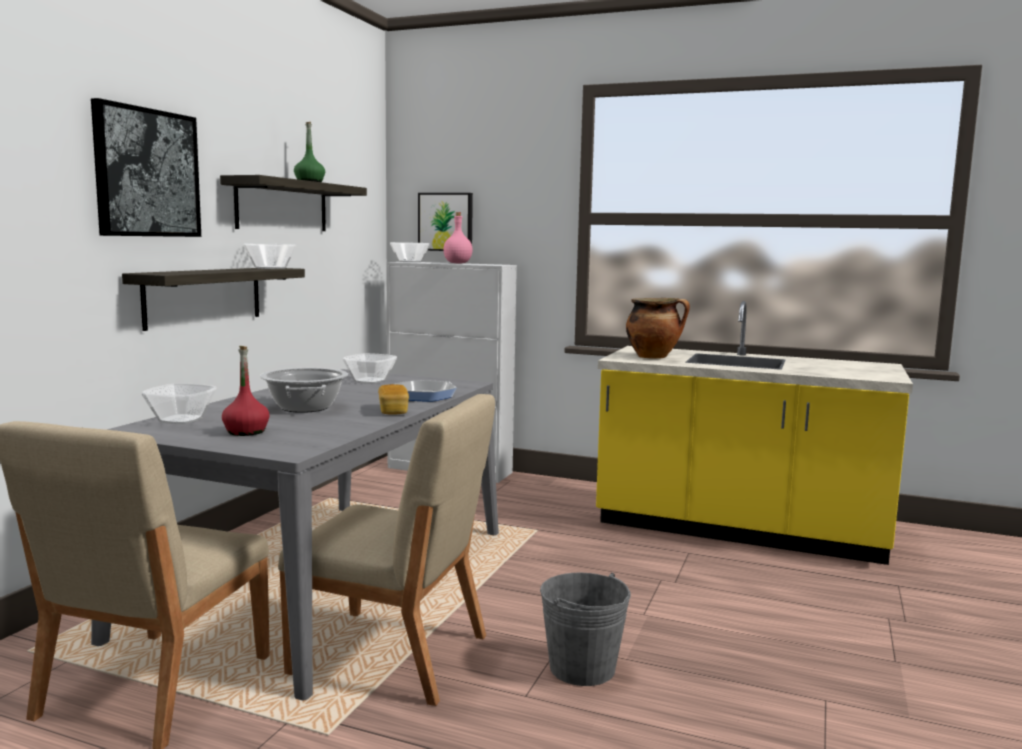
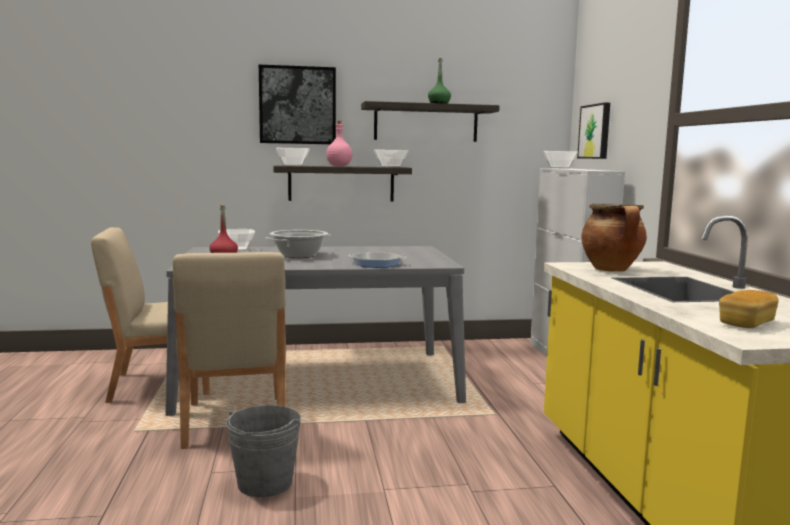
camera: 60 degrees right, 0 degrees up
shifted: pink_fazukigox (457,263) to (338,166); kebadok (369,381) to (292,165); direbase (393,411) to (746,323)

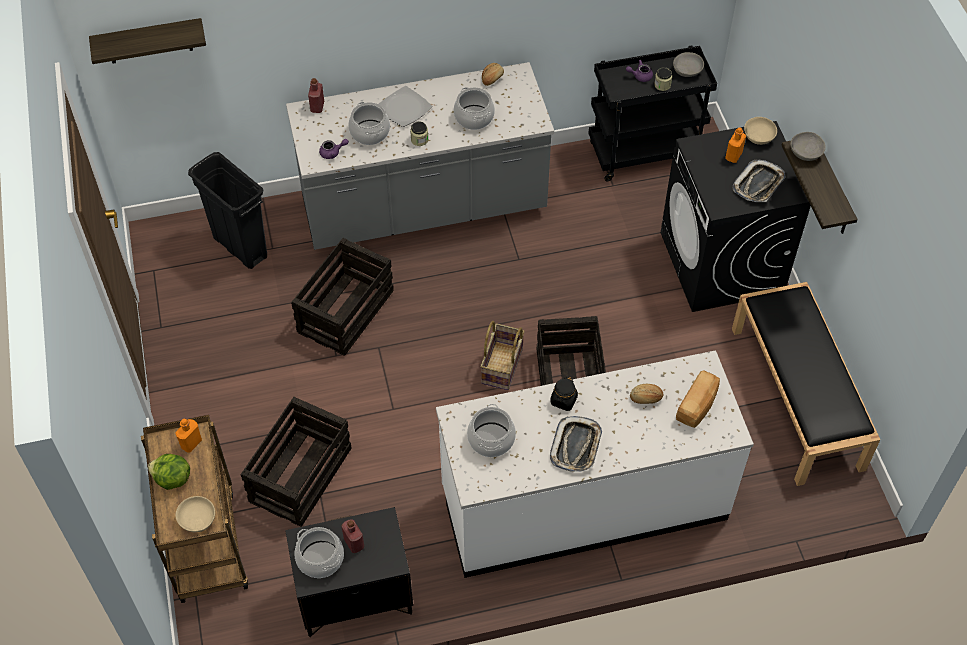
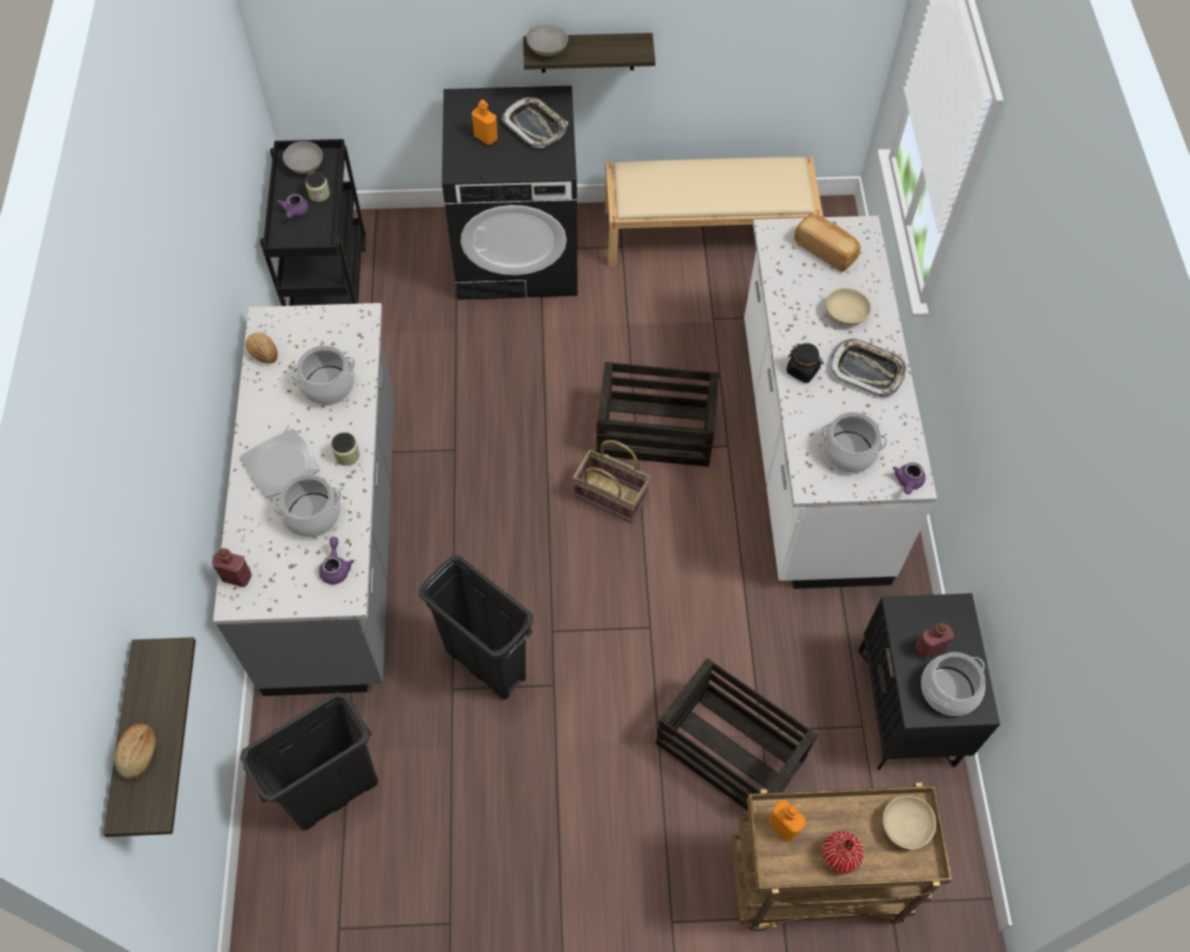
camera: 80 degrees left, 5 degrees up
new: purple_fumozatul (908,482)
shifted: beige_kebadok (759,137) to (845,314); direbase (646,398) to (139,754)
swapped: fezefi (345,312) to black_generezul (486,664); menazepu (172,479) to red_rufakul (839,857)
repainted: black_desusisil (797,398) to beige_desusisil (708,233)

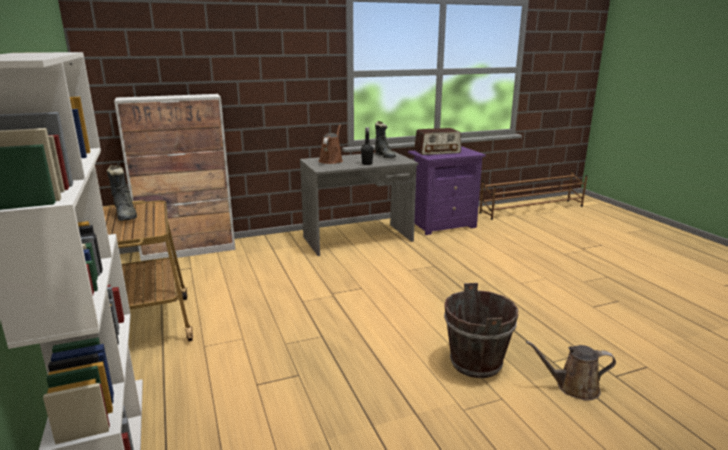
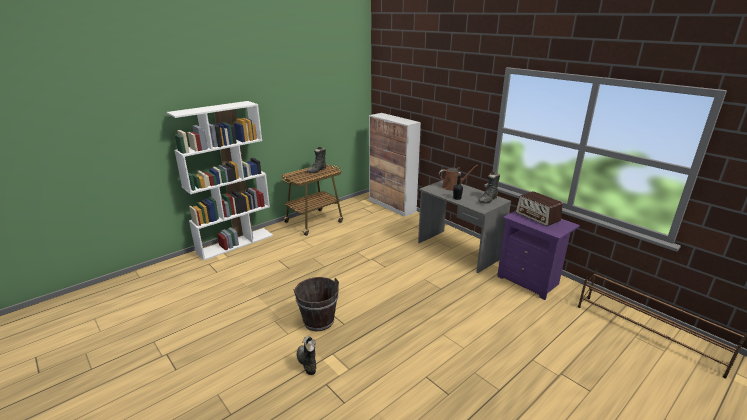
camera: 70 degrees right, 5 degrees up
swapped: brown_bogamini (573,387) to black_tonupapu (306,363)

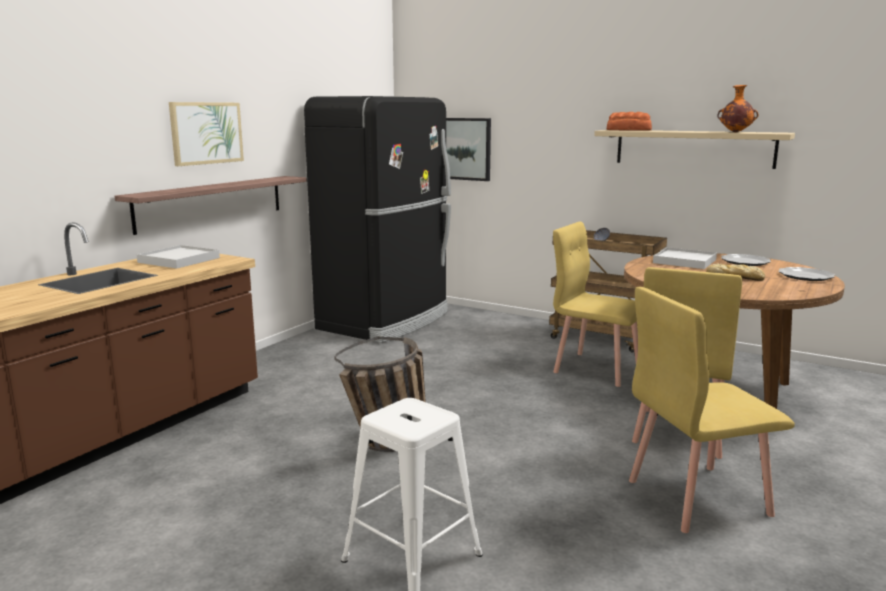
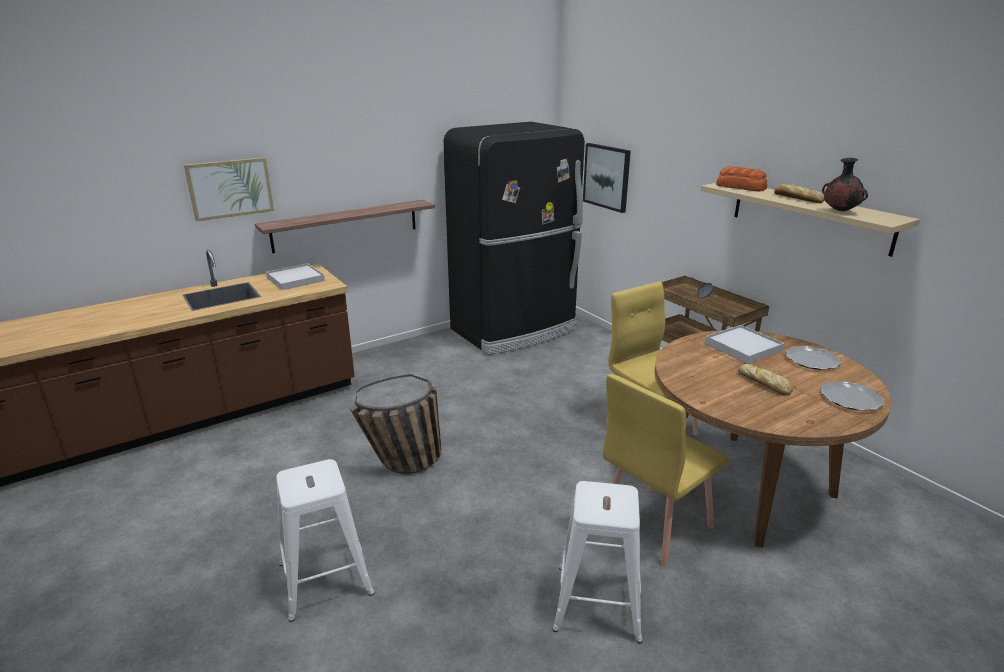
camera: 25 degrees right, 10 degrees up
new: direbase (796,198)
shifted: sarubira (206,133) to (230,188)
swapped: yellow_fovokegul (696,497) to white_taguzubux (596,601)
repainted: orange_rufakul (735,132) to black_rufakul (839,211)

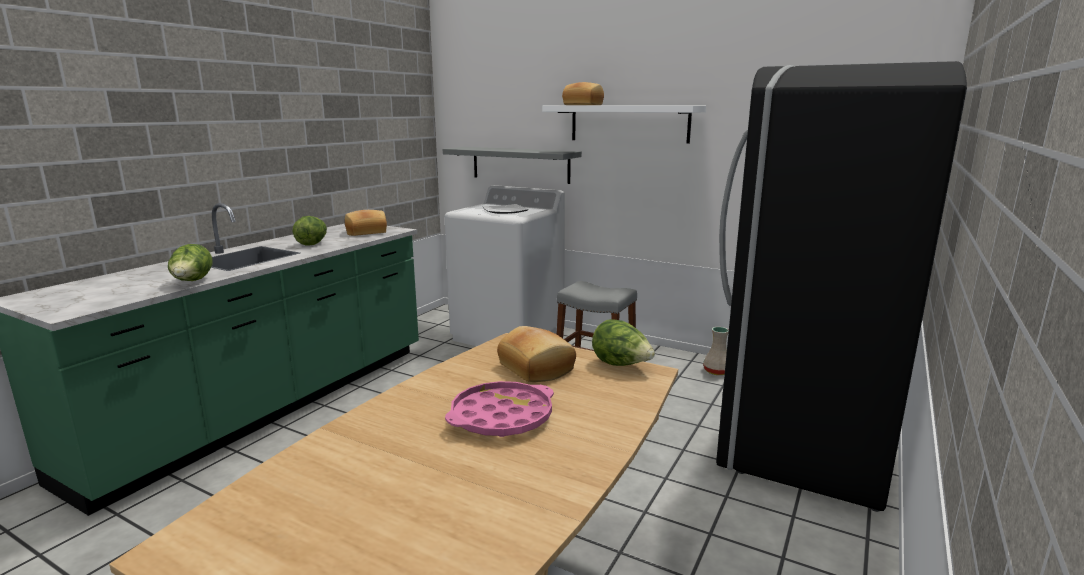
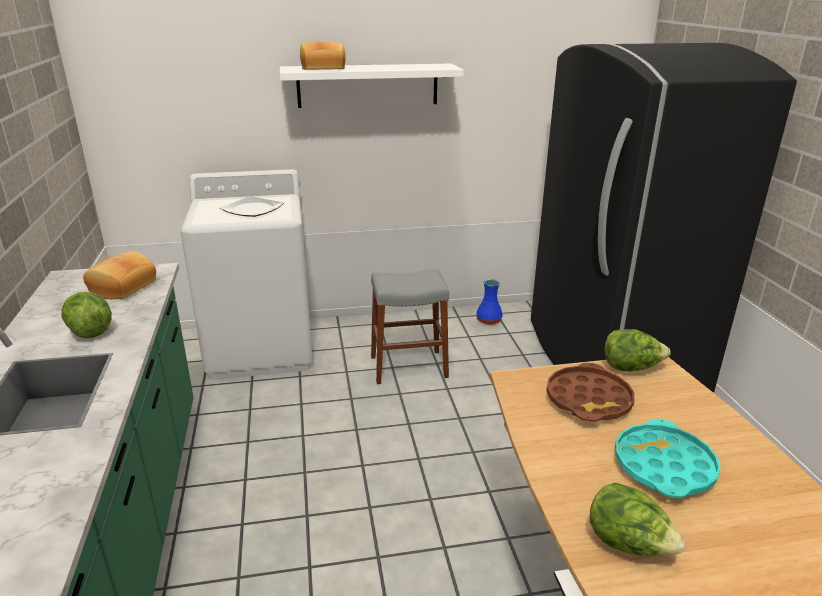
camera: 40 degrees left, 10 degrees up
gone: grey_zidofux (520,164)
shifted: menazepu (192,282) to (628,544)
swapped: direbase (538,368) to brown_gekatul (588,400)
repainted: beige_rufakul (716,371) to blue_rufakul (488,320); pink_gekatul (501,417) to turquoise_gekatul (663,466)

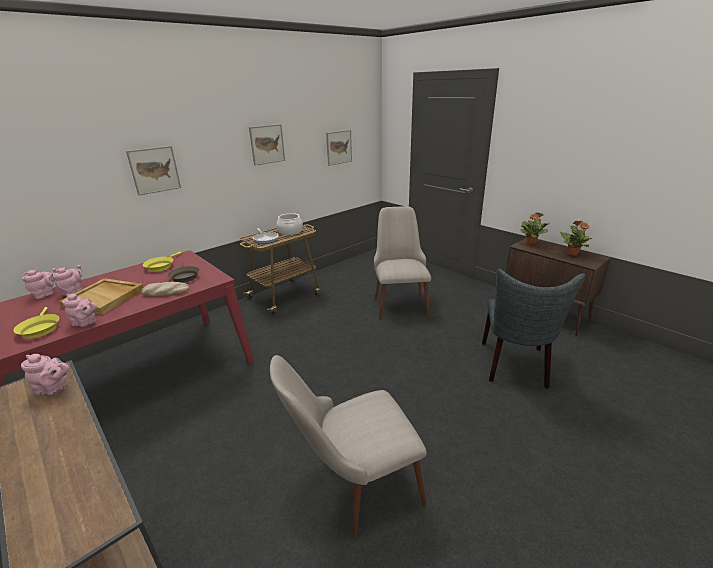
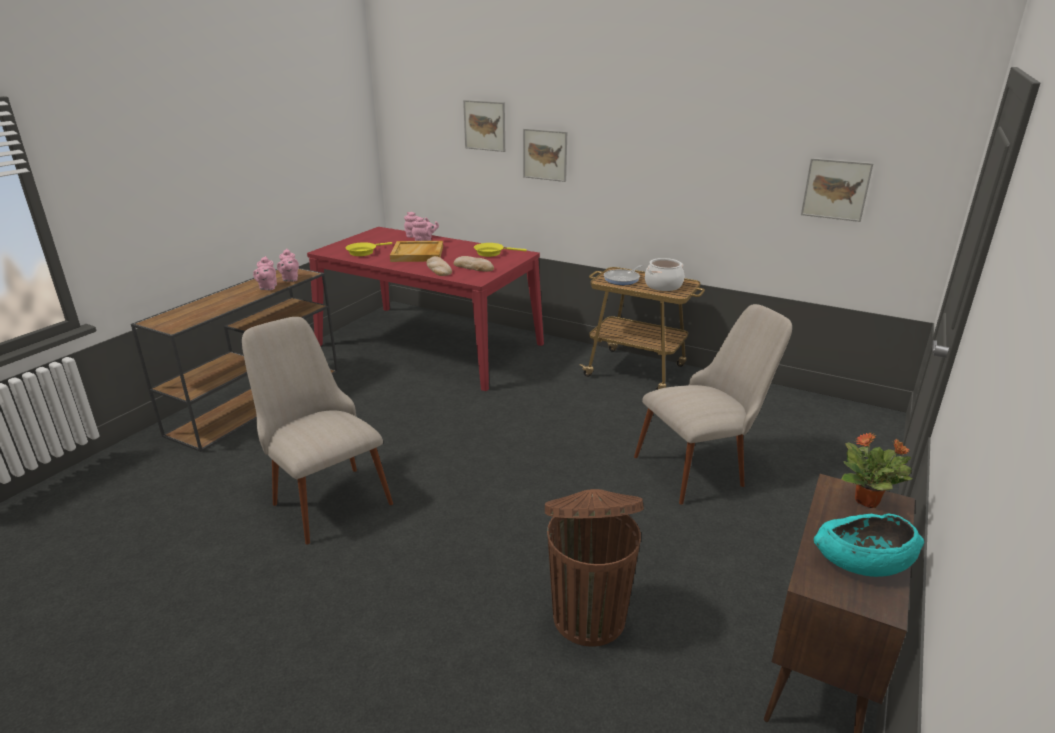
camera: 70 degrees right, 0 degrees up
shifted: sarubira (267,144) to (485,125); pink_fumozatul (86,323) to (267,288)
swapped: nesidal (572,253) to turquoise_kebadok (862,561); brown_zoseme (184,276) to direbase (474,267); grey_fovokegul (515,367) to brown_generezul (588,615)

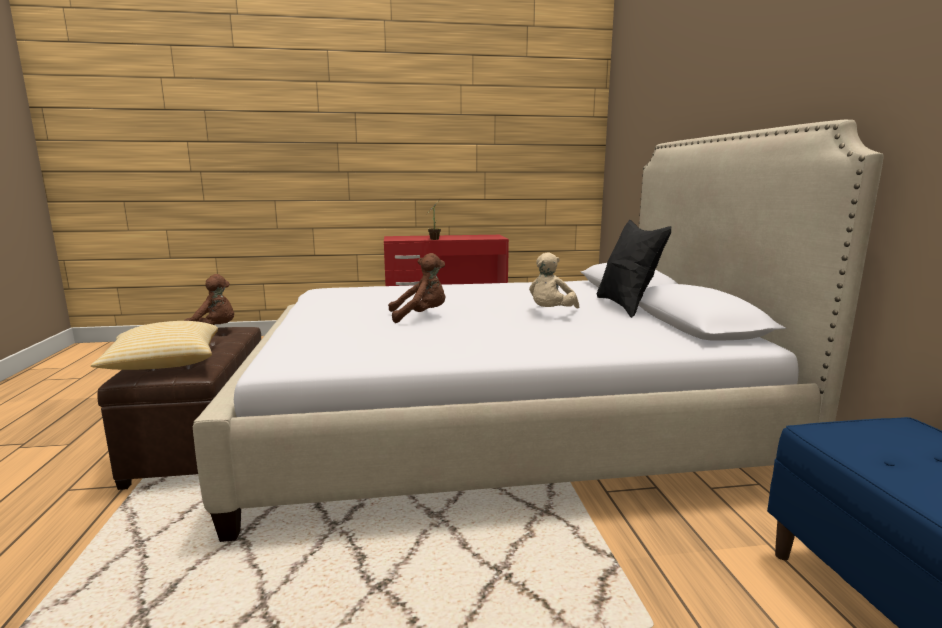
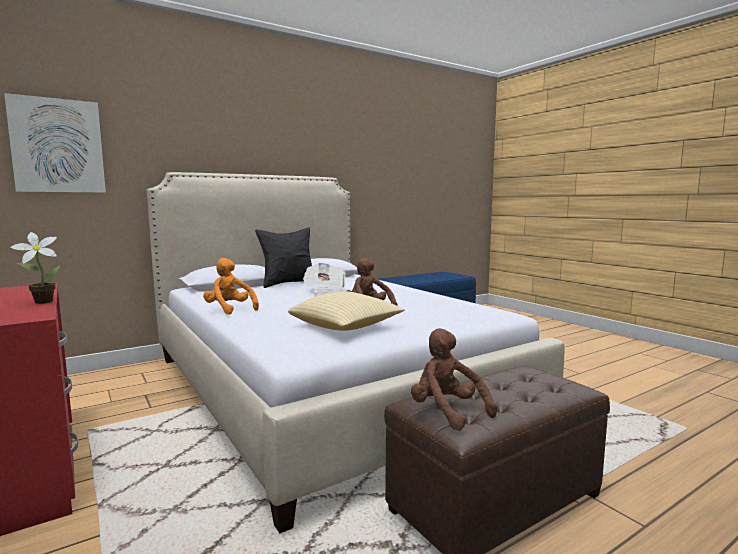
camera: 115 degrees left, 5 degrees down
new: sarubira (58,146); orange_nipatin (230,310)
shifted: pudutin (164,364) to (346,327)
swapped: beige_nipatin (550,313) to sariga (324,291)

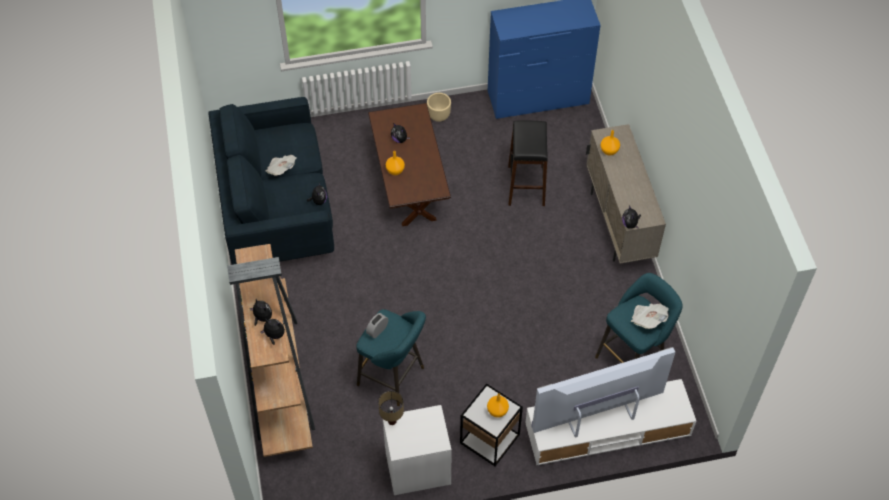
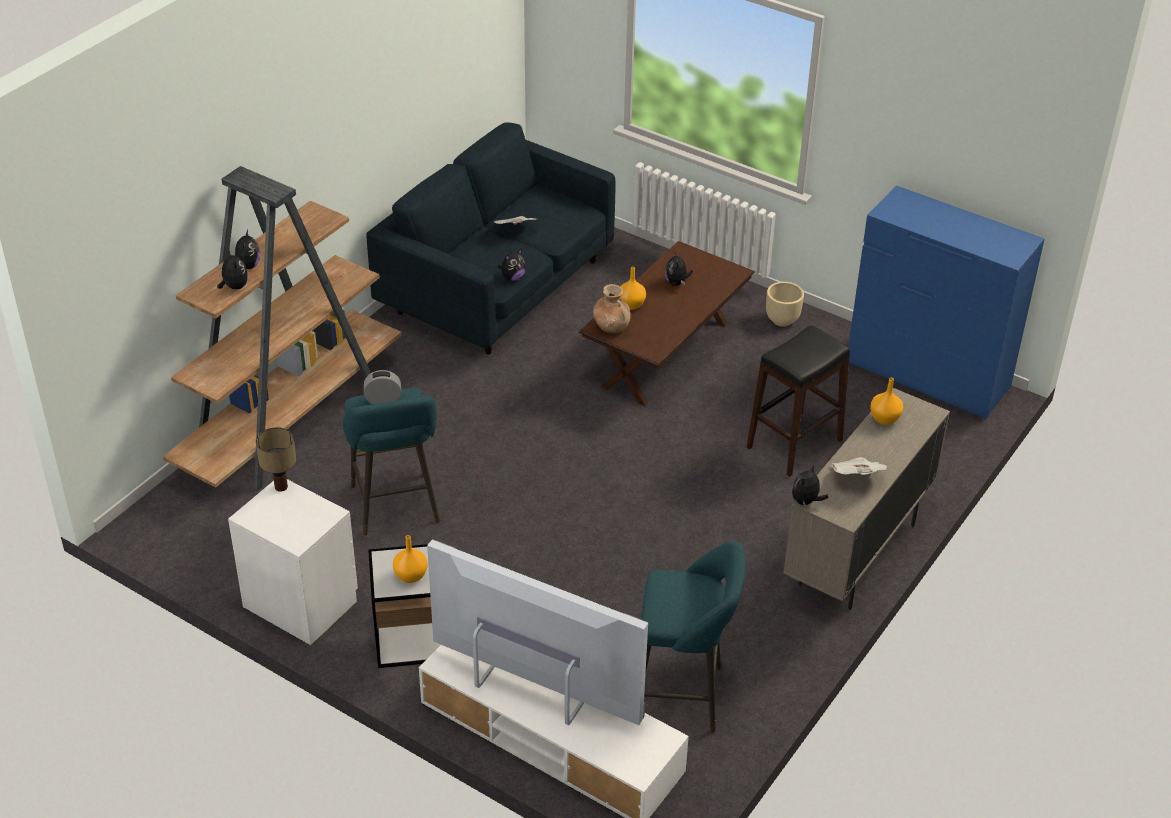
camera: 45 degrees right, 15 degrees down
new: brown_rufakul (611,327)
shifted: sariga (647,319) to (857,477)

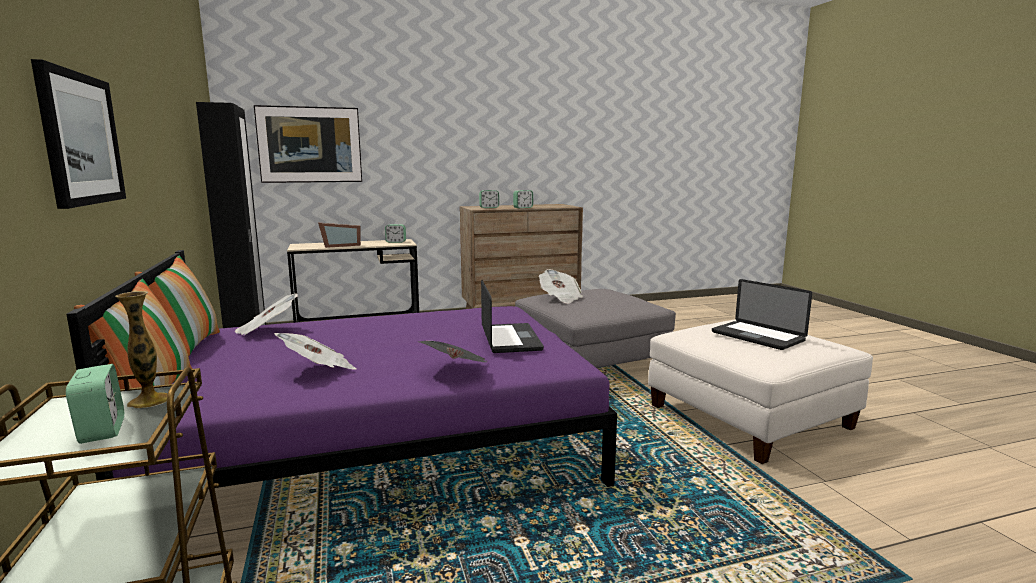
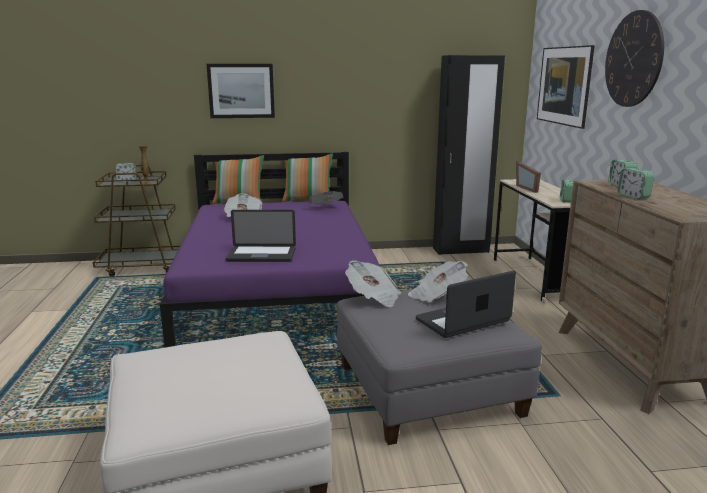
camera: 100 degrees right, 5 degrees up
new: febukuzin (633,59)
shifted: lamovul (757,336) to (463,320); sariga (457,371) to (373,297)

